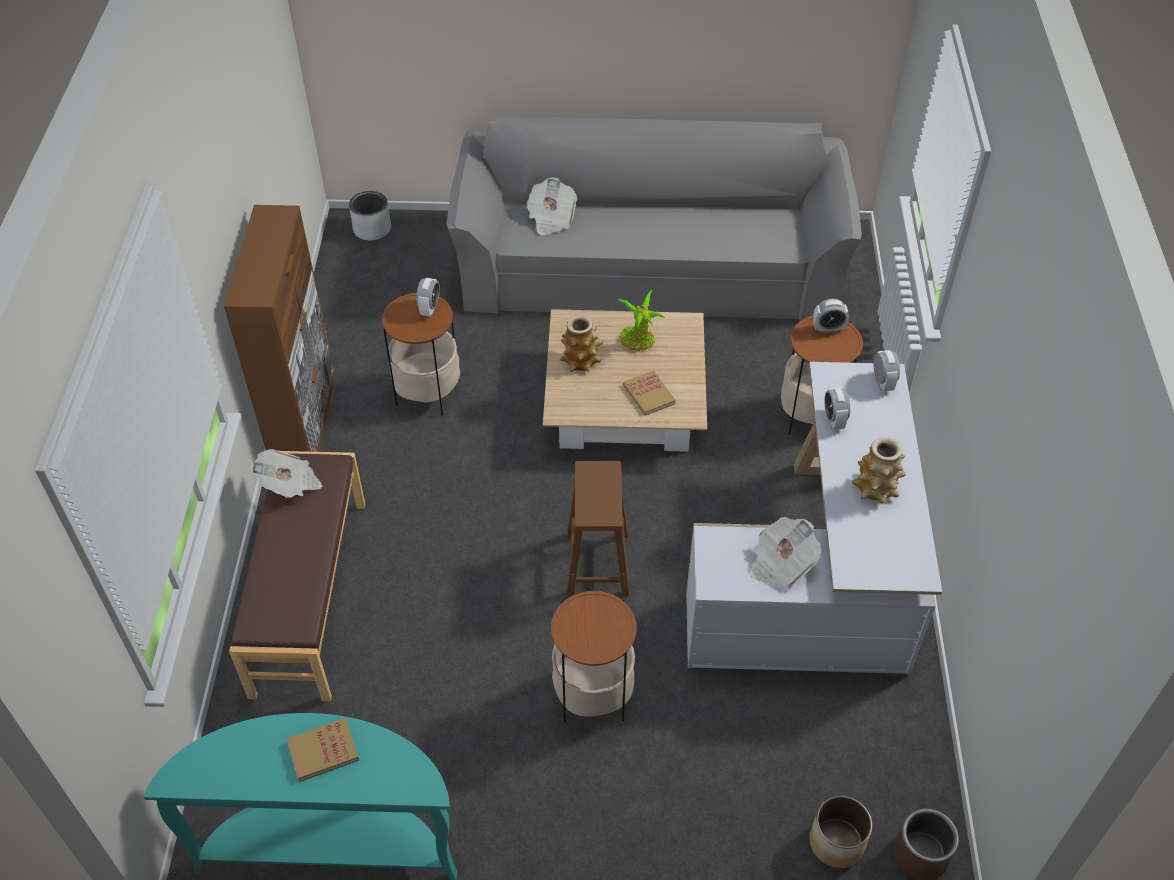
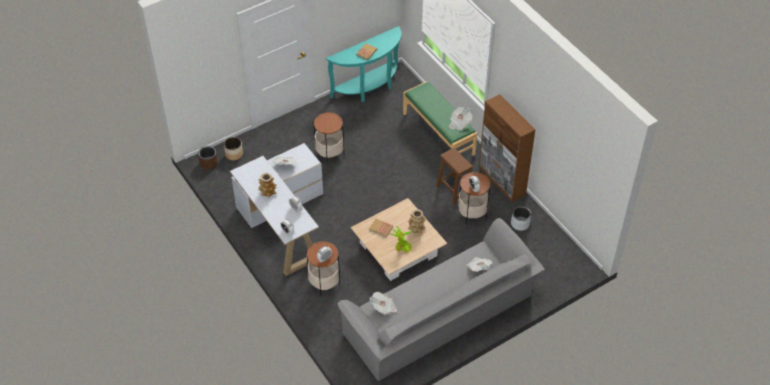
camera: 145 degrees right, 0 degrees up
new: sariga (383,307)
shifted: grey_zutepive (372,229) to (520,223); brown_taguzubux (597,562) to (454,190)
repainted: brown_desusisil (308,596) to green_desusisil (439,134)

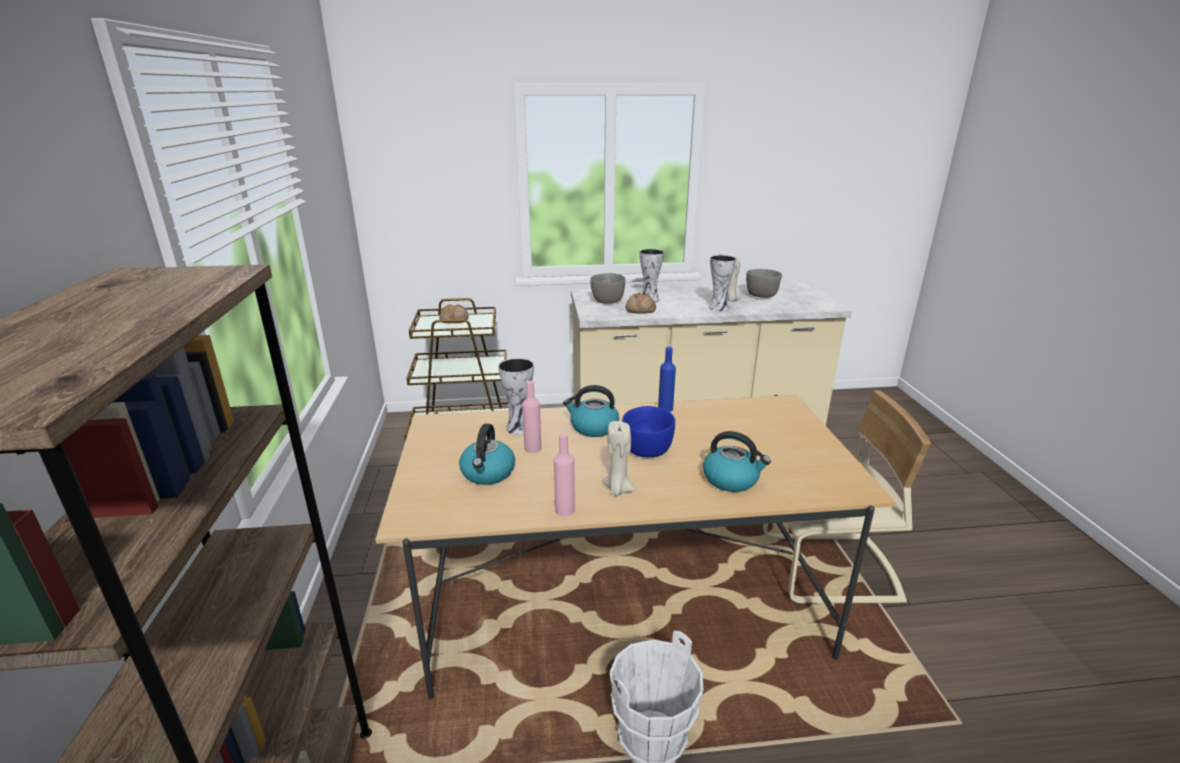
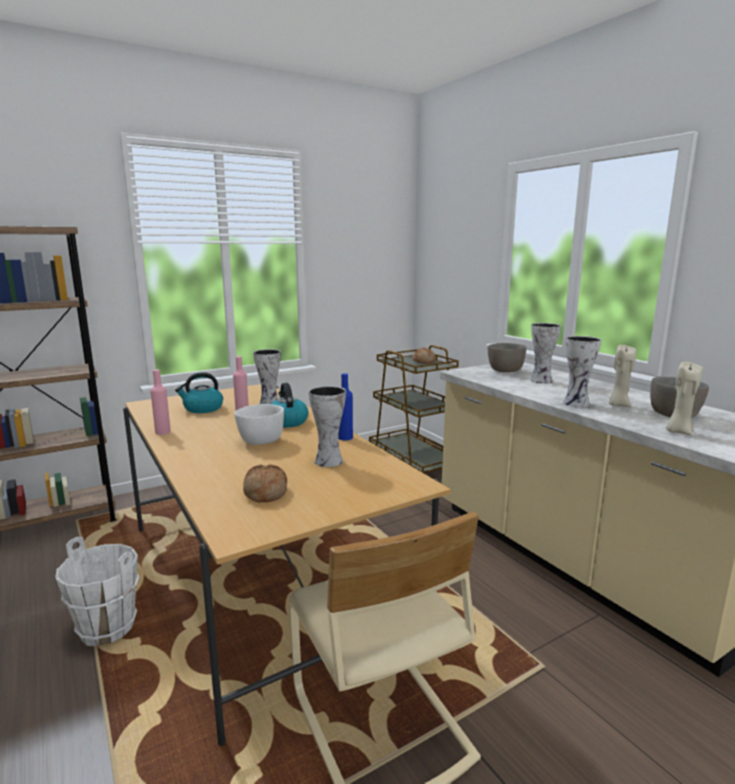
camera: 65 degrees right, 10 degrees down
gone: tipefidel (731,479)
new: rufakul (327,461)
shifted: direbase (640,310) to (264,492); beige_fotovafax (617,489) to (678,431)
repainted: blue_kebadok (646,450) to white_kebadok (260,441)

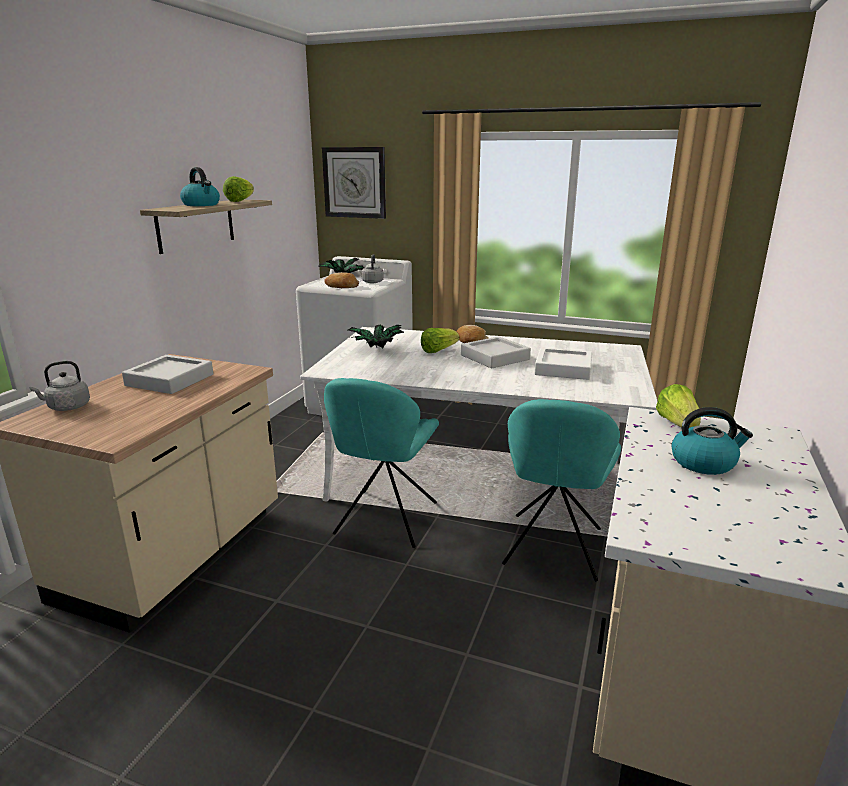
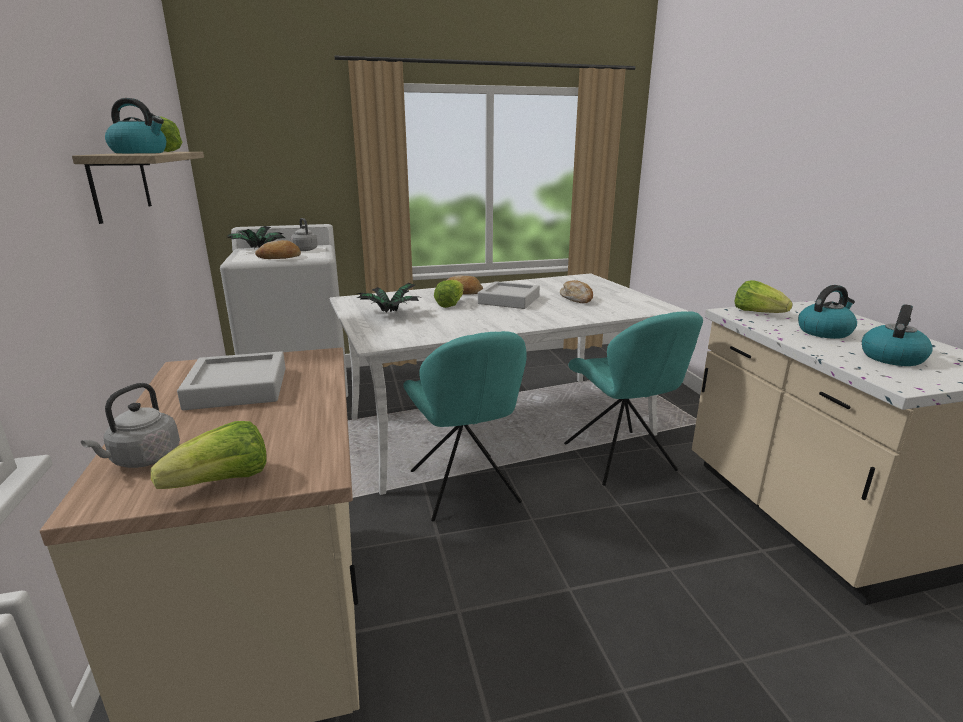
camera: 35 degrees left, 0 degrees up
gone: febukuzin (354,182)
new: tipefidel (891,357); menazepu (223,482)
swapped: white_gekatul (563,369) to direbase (577,298)

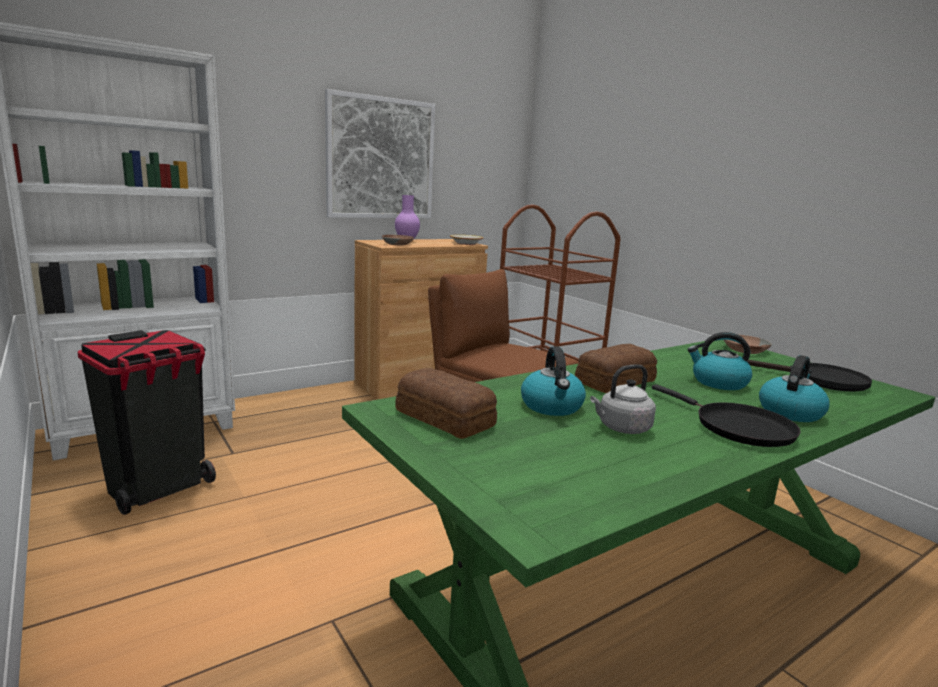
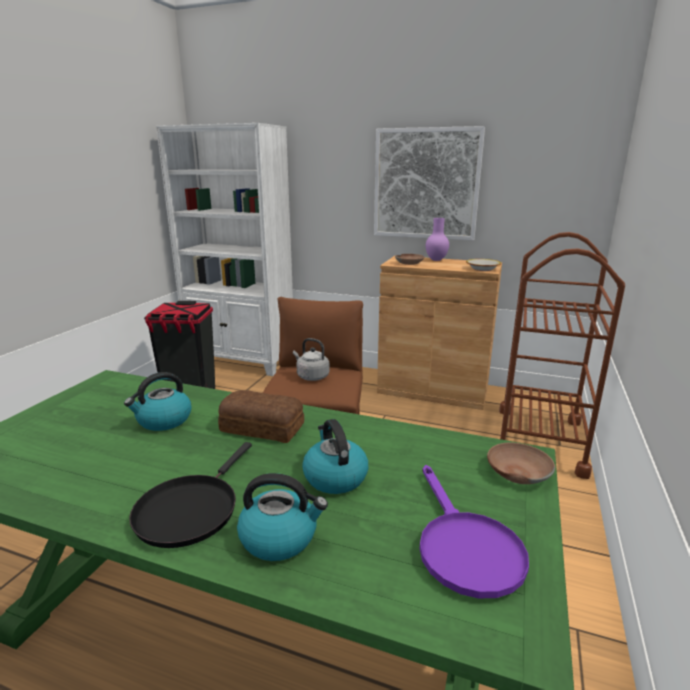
camera: 55 degrees right, 5 degrees up
gone: direbase (445,417)
shifted: grey_tipefidel (621,428) to (311,376)
repainted: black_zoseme (817,379) to purple_zoseme (464,546)

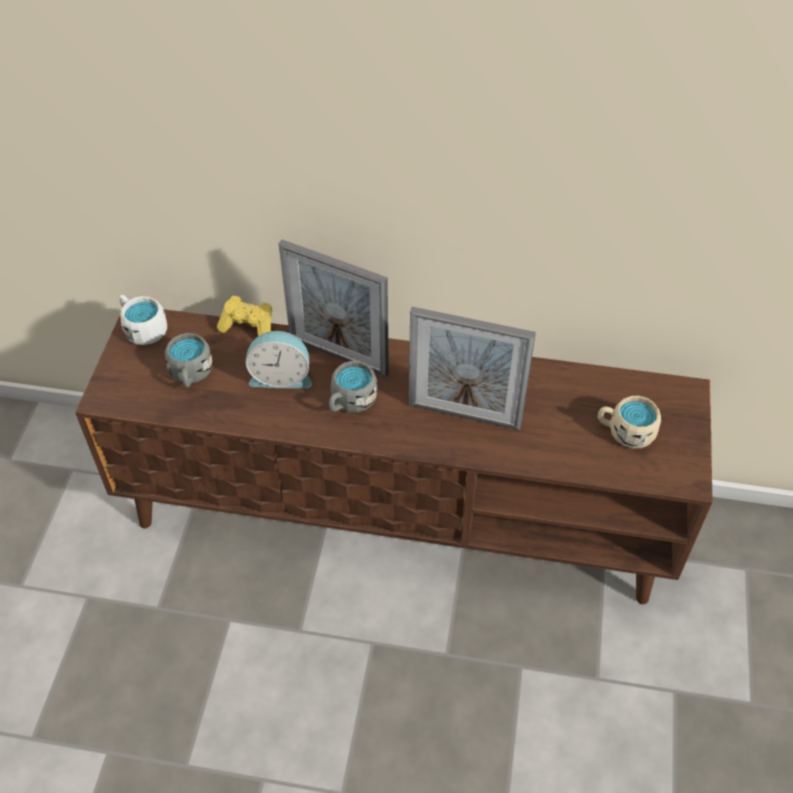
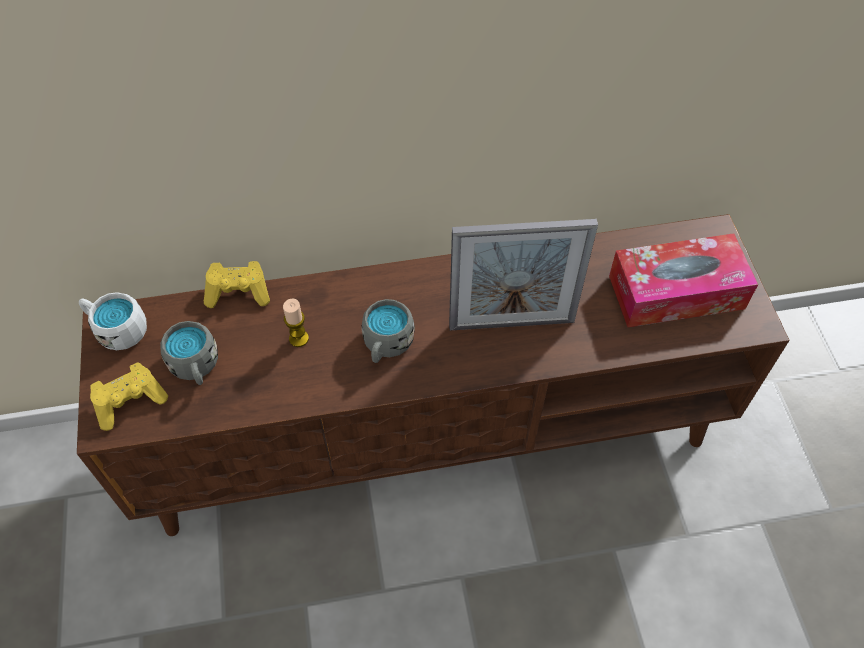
camera: 20 degrees left, 5 degrees up
gone: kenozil (338,356)
new: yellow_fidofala (130,402)
swapped: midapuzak (281,376) to fotovafax (298,338); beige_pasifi (625,431) to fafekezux (676,292)

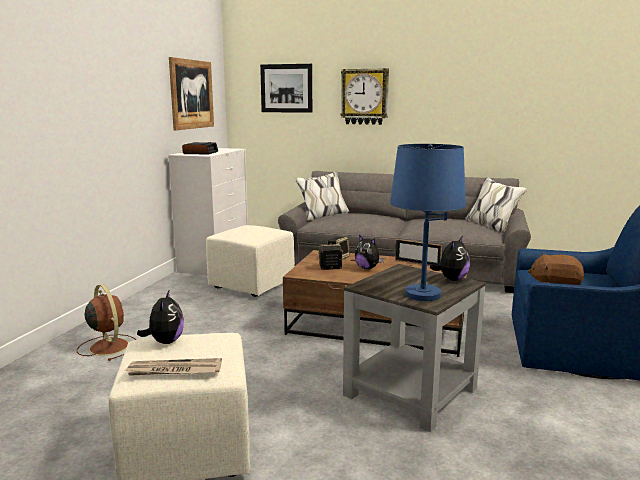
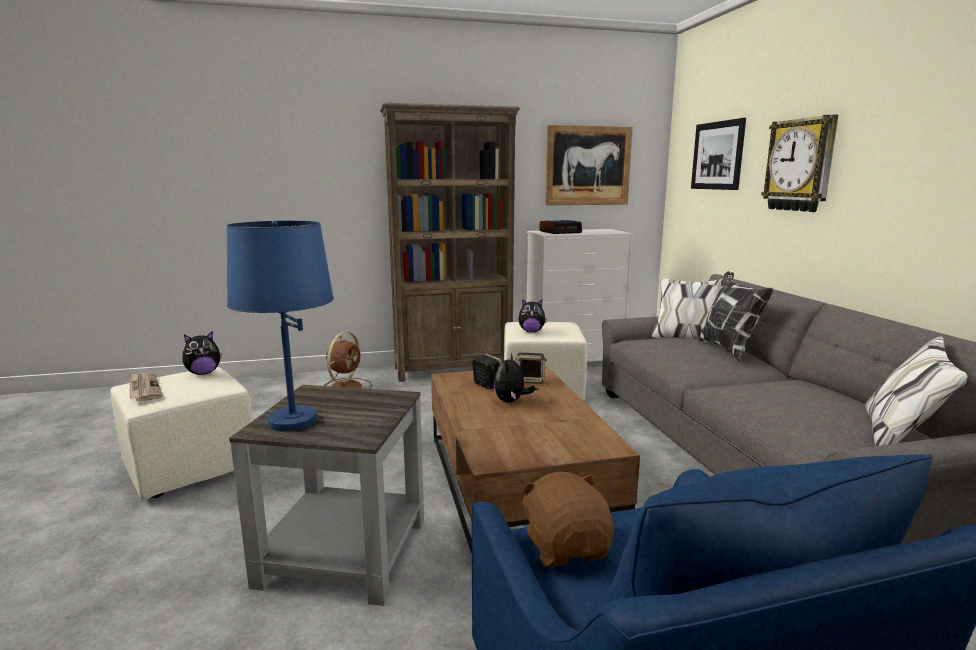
camera: 60 degrees right, 0 degrees up
gone: kenozil (417,263)
new: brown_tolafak (454,369); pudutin (727,350)
shifted: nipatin (452,279) to (531,331)

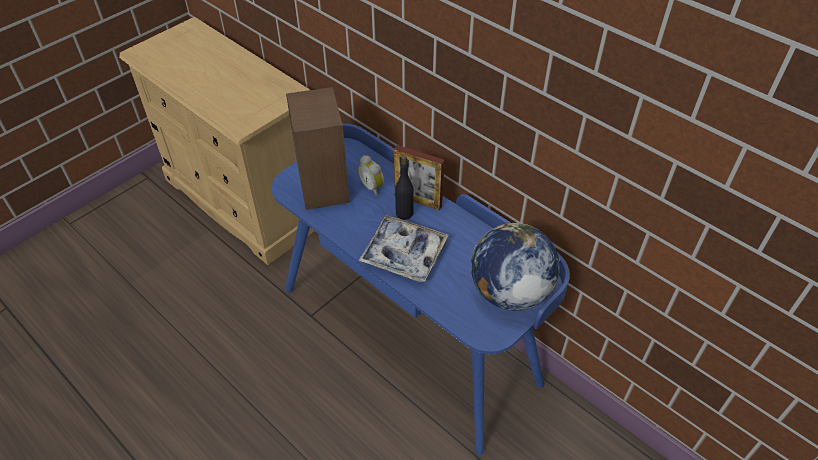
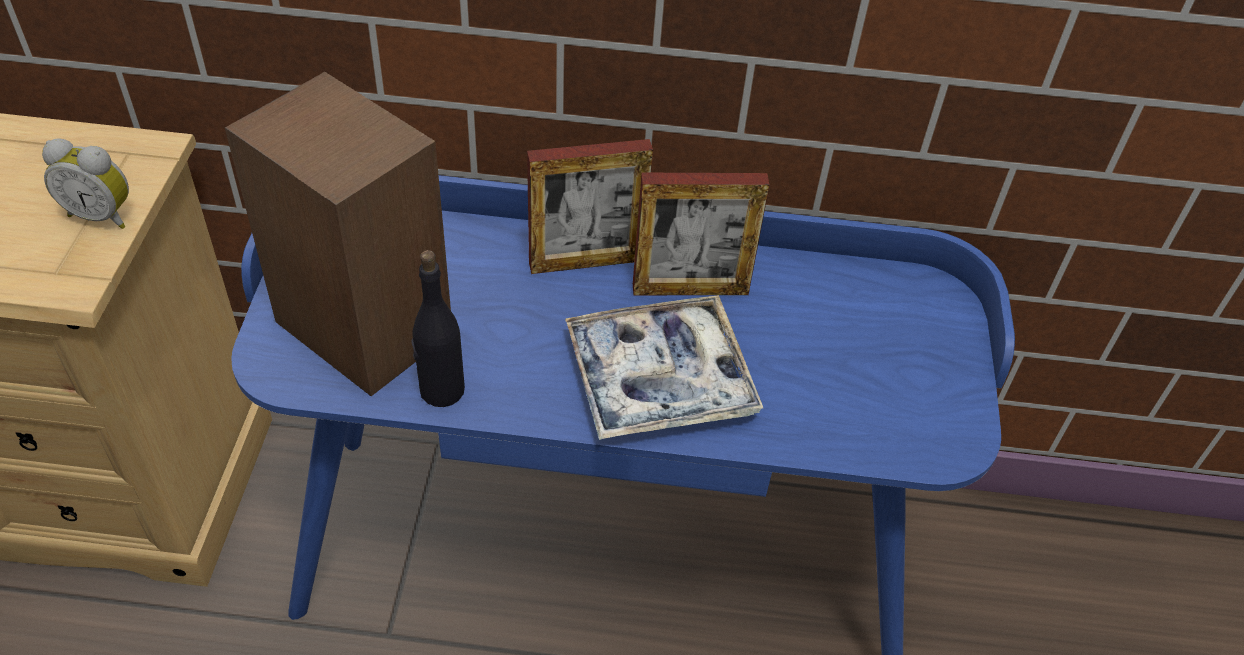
camera: 40 degrees left, 0 degrees up
gone: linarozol (509,292)
new: kenozil (690,289)
shifted: midapuzak (373,187) to (102,215); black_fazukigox (404,213) to (441,390)

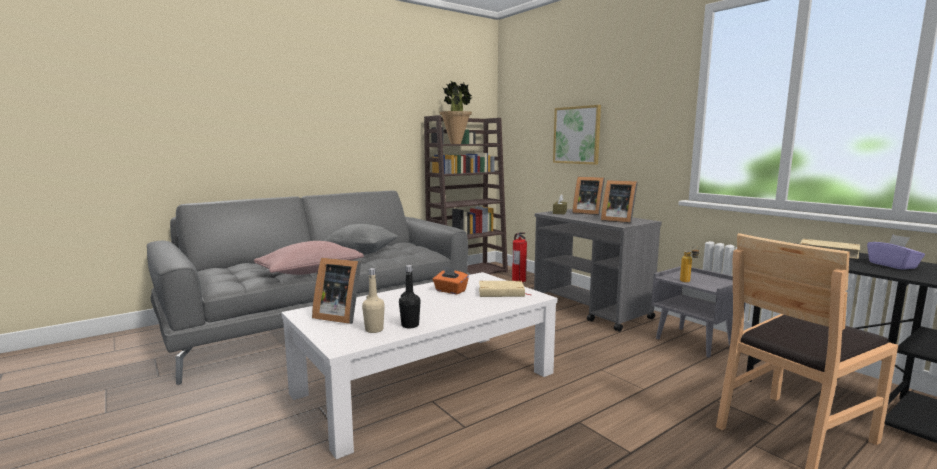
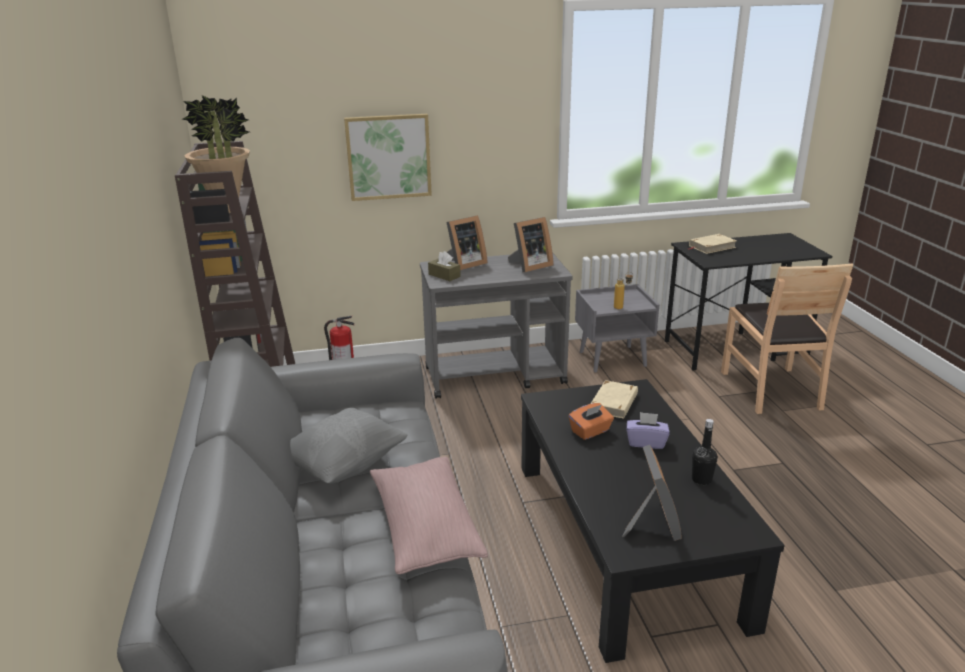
camera: 65 degrees left, 15 degrees up
gone: beige_fazukigox (374,330)
shifted: purple_fafekezux (892,265) to (646,442)
repainted: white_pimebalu (427,383) to black_pimebalu (625,538)
rotated: kenozil (339,316) = (651,524) 45 degrees counterclockwise

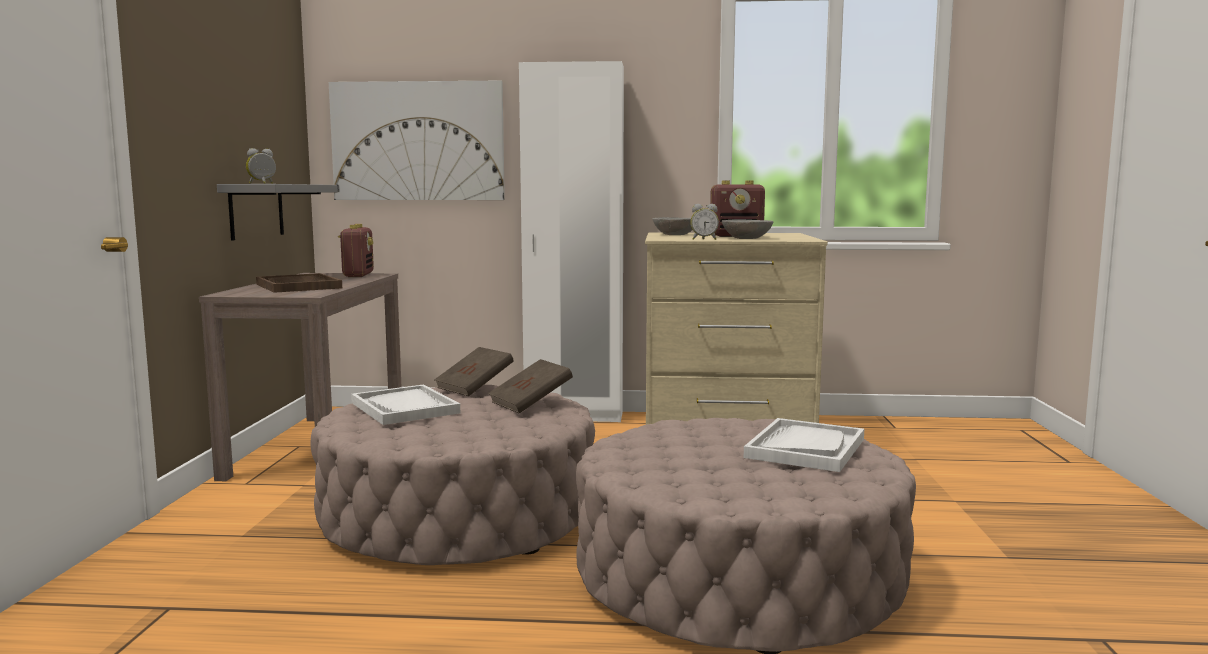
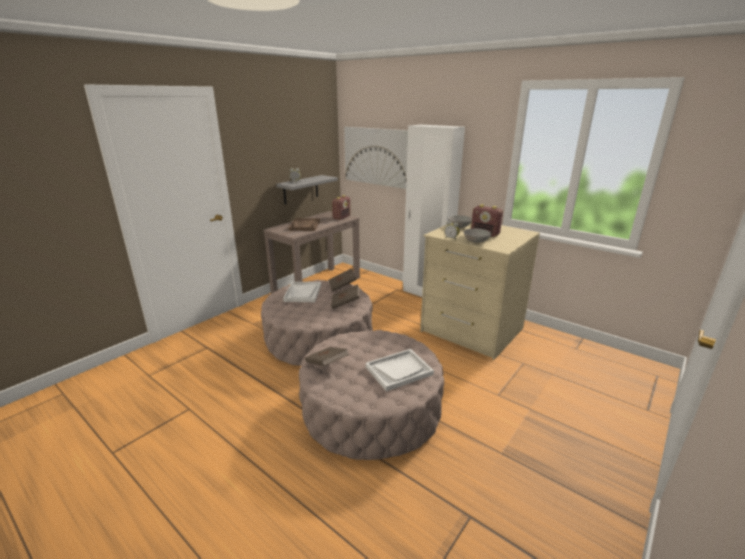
camera: 35 degrees right, 15 degrees up
new: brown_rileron (327,364)

